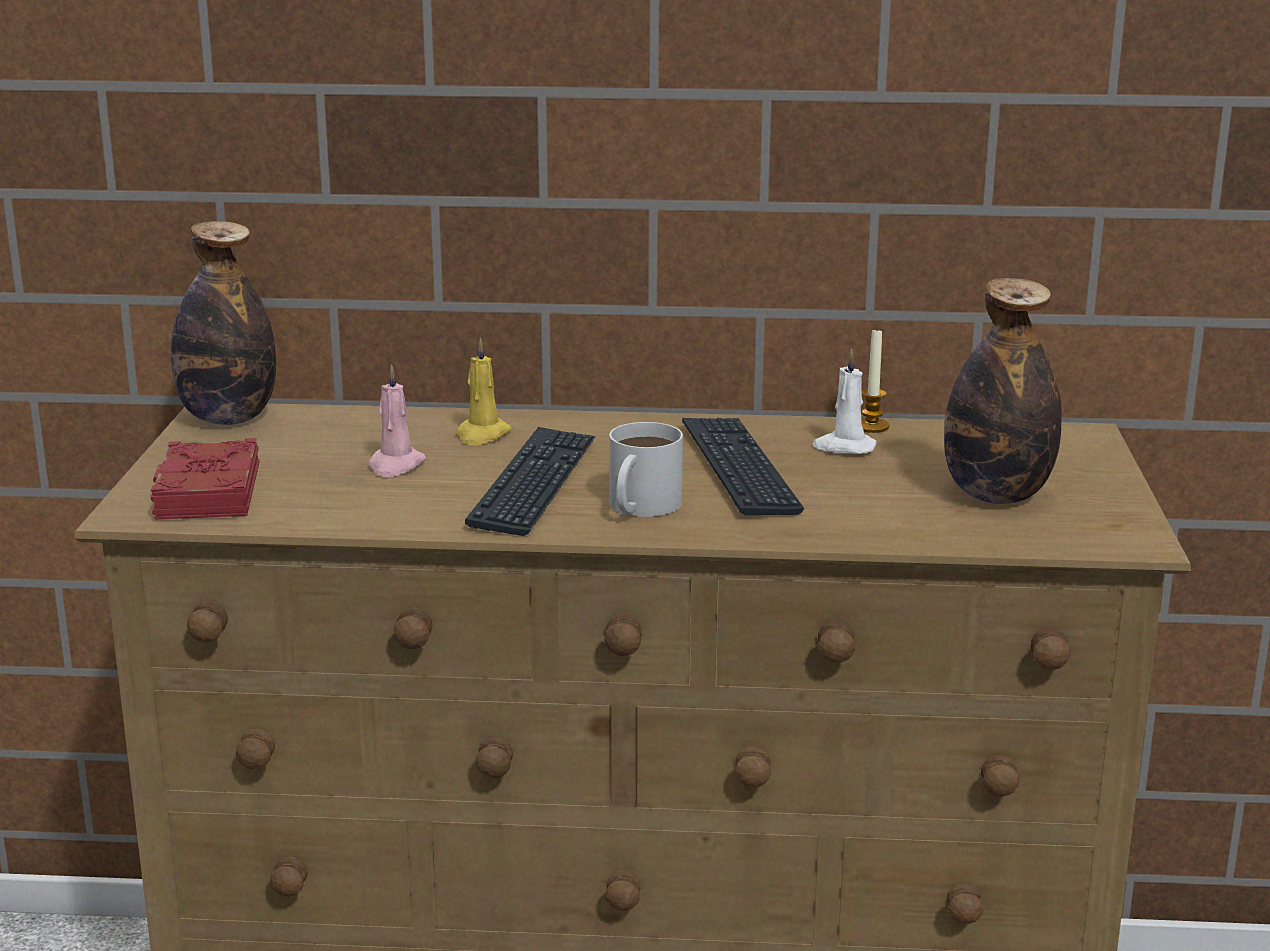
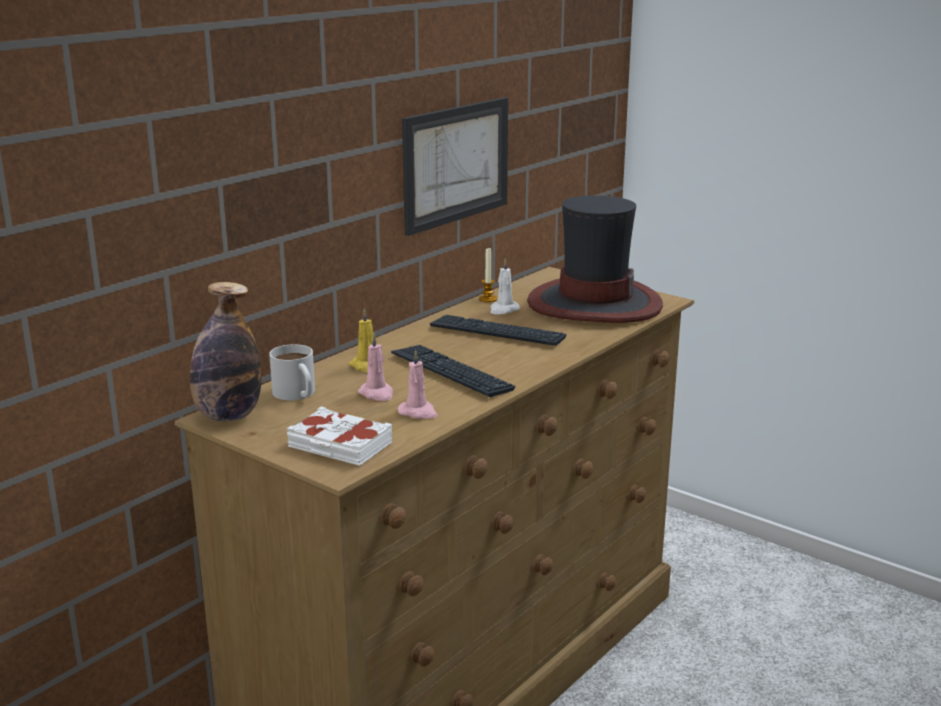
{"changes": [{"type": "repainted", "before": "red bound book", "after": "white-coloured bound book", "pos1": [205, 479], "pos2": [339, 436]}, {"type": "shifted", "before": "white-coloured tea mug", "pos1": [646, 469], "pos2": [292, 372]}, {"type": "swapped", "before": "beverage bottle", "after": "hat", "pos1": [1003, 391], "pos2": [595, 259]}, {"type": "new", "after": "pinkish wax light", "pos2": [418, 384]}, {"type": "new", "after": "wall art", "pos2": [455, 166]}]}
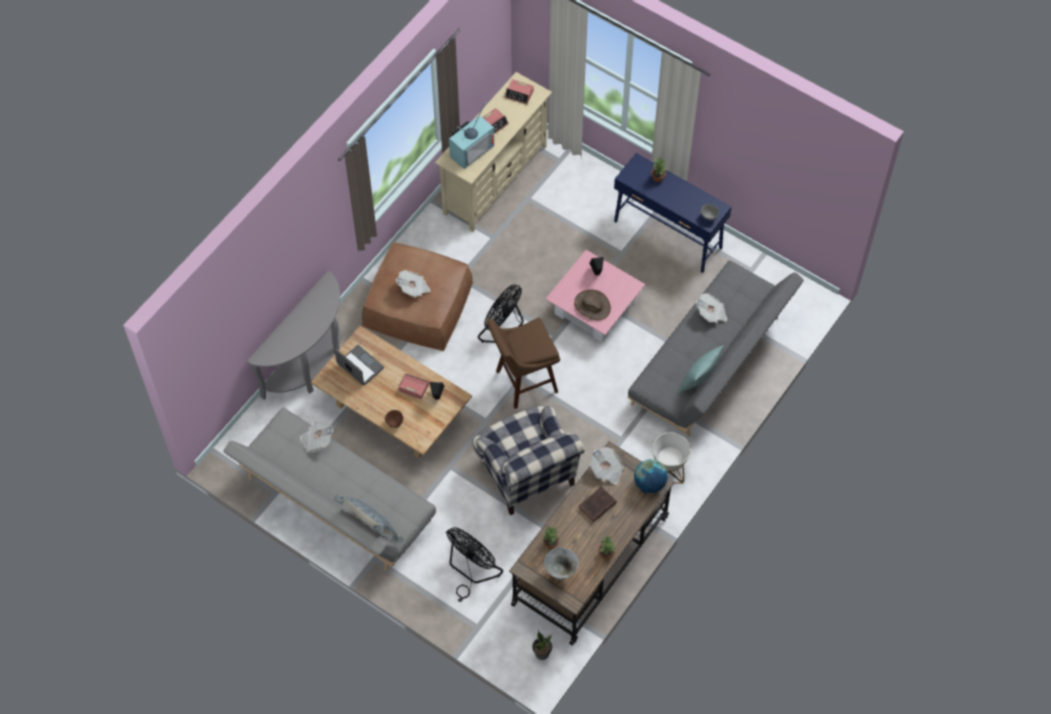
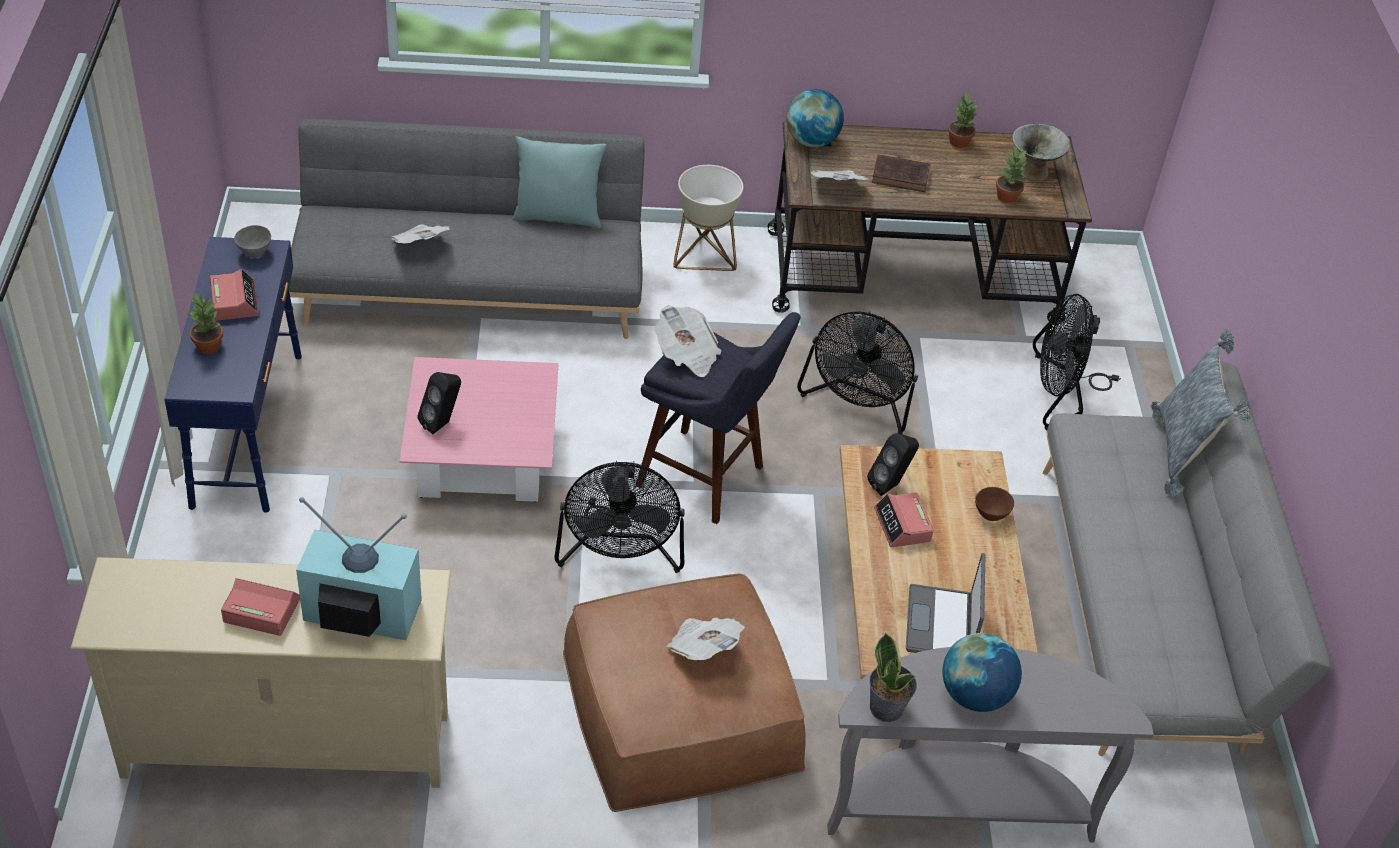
{"changes": [{"type": "shifted", "before": "daily paper", "pos1": [316, 436], "pos2": [688, 341]}, {"type": "swapped", "before": "armchair", "after": "blackish fan", "pos1": [528, 460], "pos2": [857, 373]}, {"type": "repainted", "before": "brown-coloured stool", "after": "bluish stool", "pos1": [523, 363], "pos2": [718, 418]}, {"type": "shifted", "before": "table clock", "pos1": [519, 92], "pos2": [234, 295]}, {"type": "shifted", "before": "houseplant", "pos1": [542, 644], "pos2": [893, 677]}, {"type": "gone", "before": "brown-coloured hat", "pos1": [592, 305]}, {"type": "new", "after": "desk globe", "pos2": [982, 672]}]}
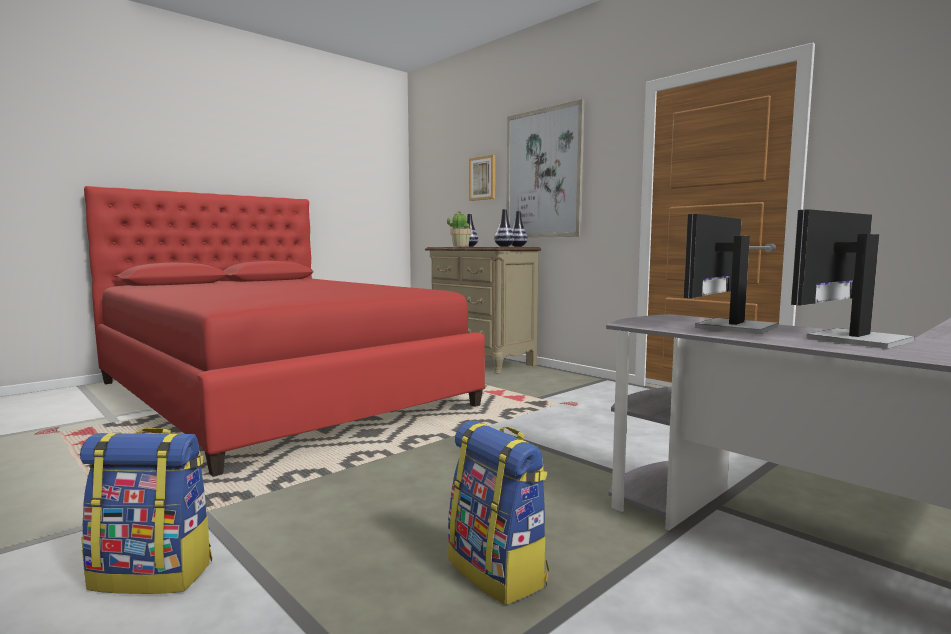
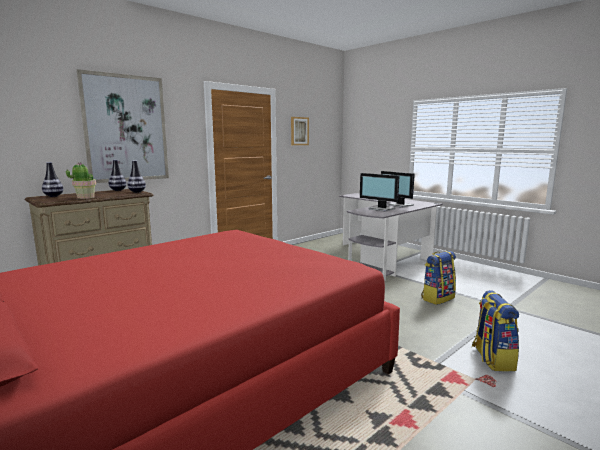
{"changes": [{"type": "shifted", "before": "wall art", "pos1": [482, 178], "pos2": [300, 131]}]}
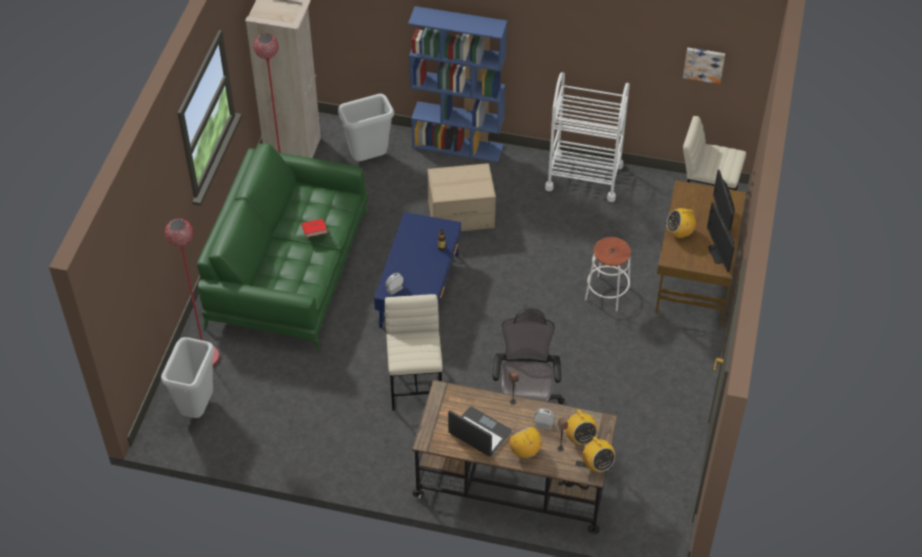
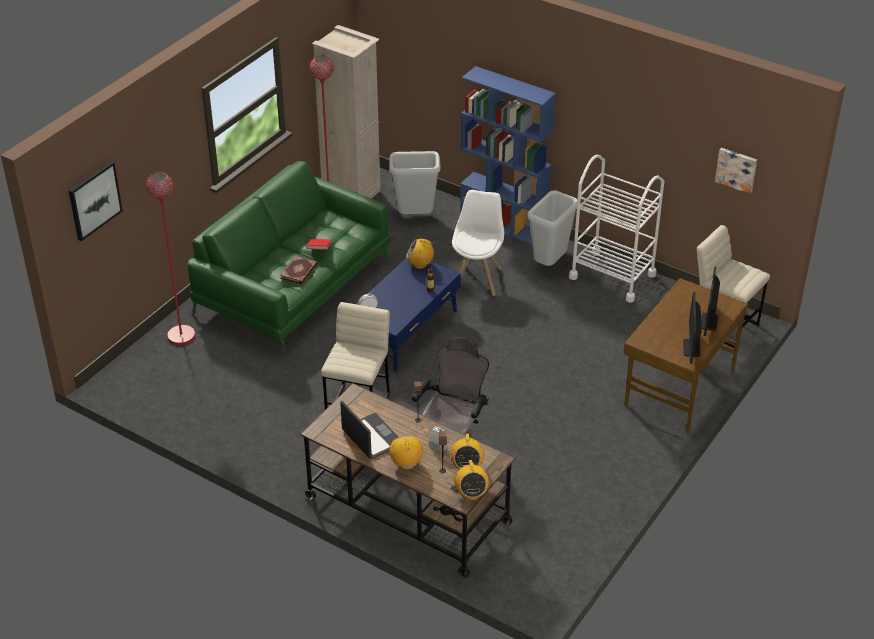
{"changes": [{"type": "shifted", "before": "grey trash can", "pos1": [188, 377], "pos2": [552, 228]}, {"type": "swapped", "before": "carton", "after": "white-coloured chair", "pos1": [462, 197], "pos2": [478, 243]}, {"type": "gone", "before": "white-coloured stool", "pos1": [608, 274]}, {"type": "shifted", "before": "radio", "pos1": [681, 222], "pos2": [420, 254]}, {"type": "new", "after": "wall art", "pos2": [95, 201]}, {"type": "new", "after": "bound book", "pos2": [298, 269]}]}
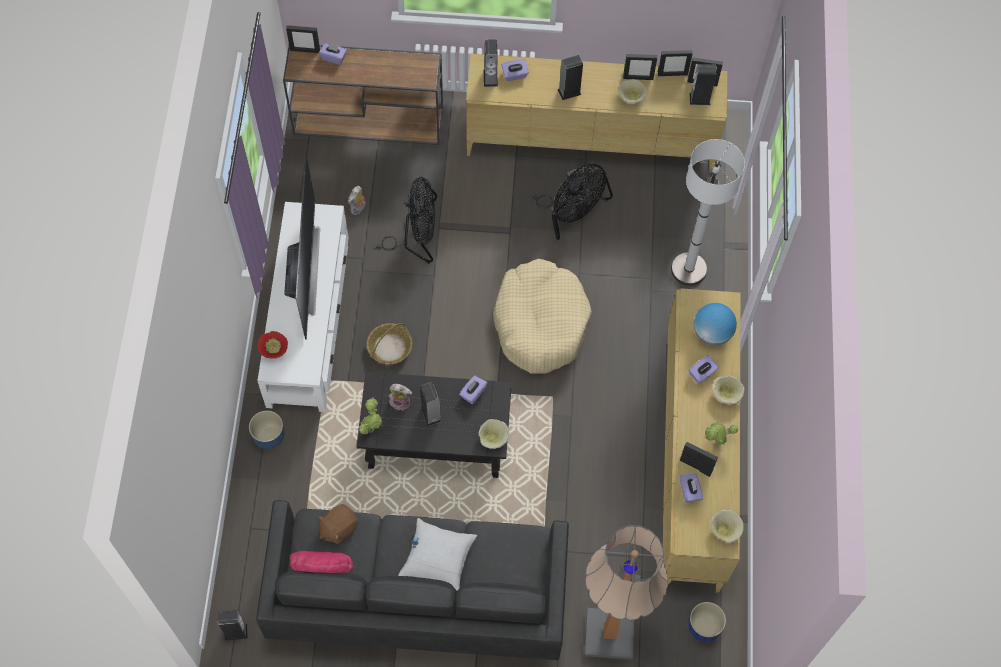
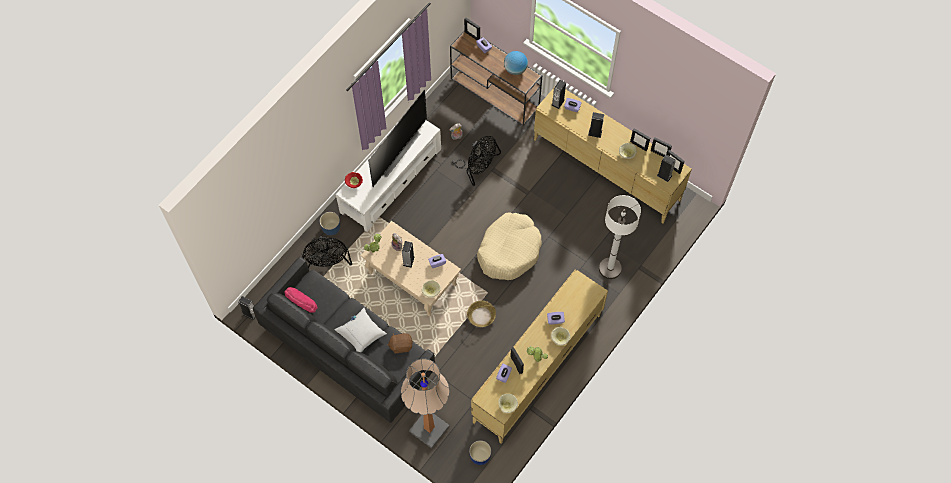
{"changes": [{"type": "shifted", "before": "brown-coloured plush toy", "pos1": [338, 524], "pos2": [400, 343]}, {"type": "repainted", "before": "blackish lounge table", "after": "beige lounge table", "pos1": [434, 425], "pos2": [411, 269]}, {"type": "shifted", "before": "basket", "pos1": [389, 344], "pos2": [481, 314]}, {"type": "shifted", "before": "blackish fan", "pos1": [572, 202], "pos2": [327, 252]}, {"type": "shifted", "before": "desk globe", "pos1": [715, 324], "pos2": [516, 63]}]}
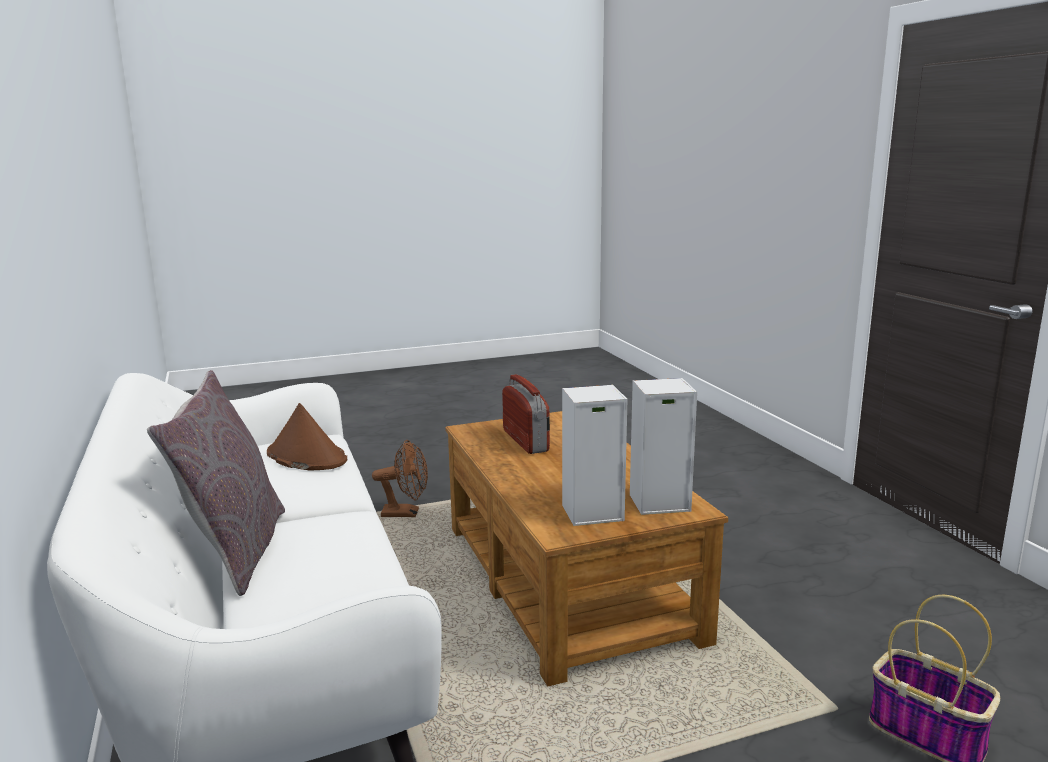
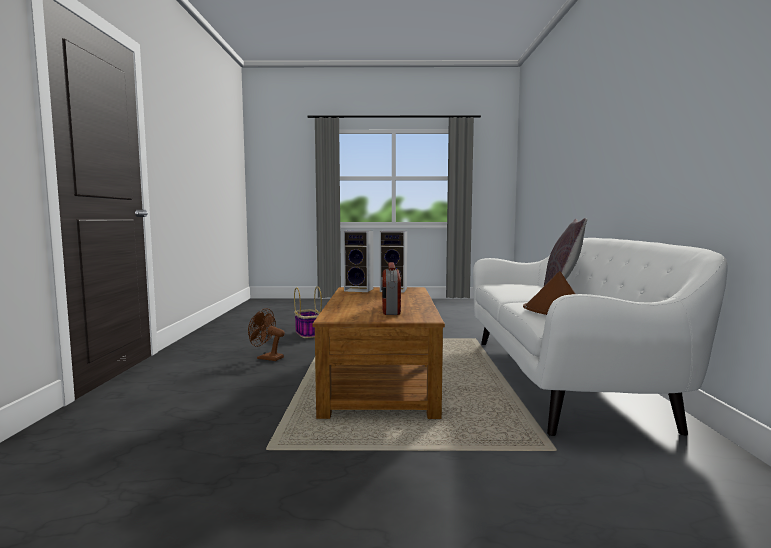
{"changes": [{"type": "shifted", "before": "brown-coloured fan", "pos1": [400, 478], "pos2": [266, 334]}]}
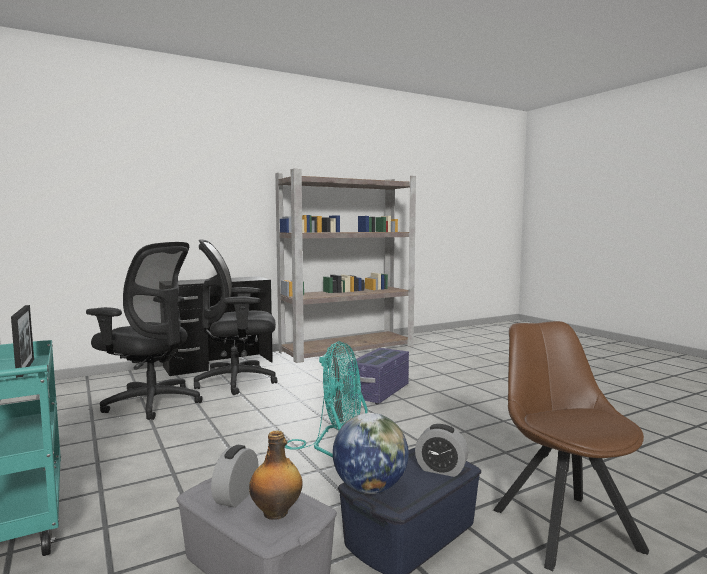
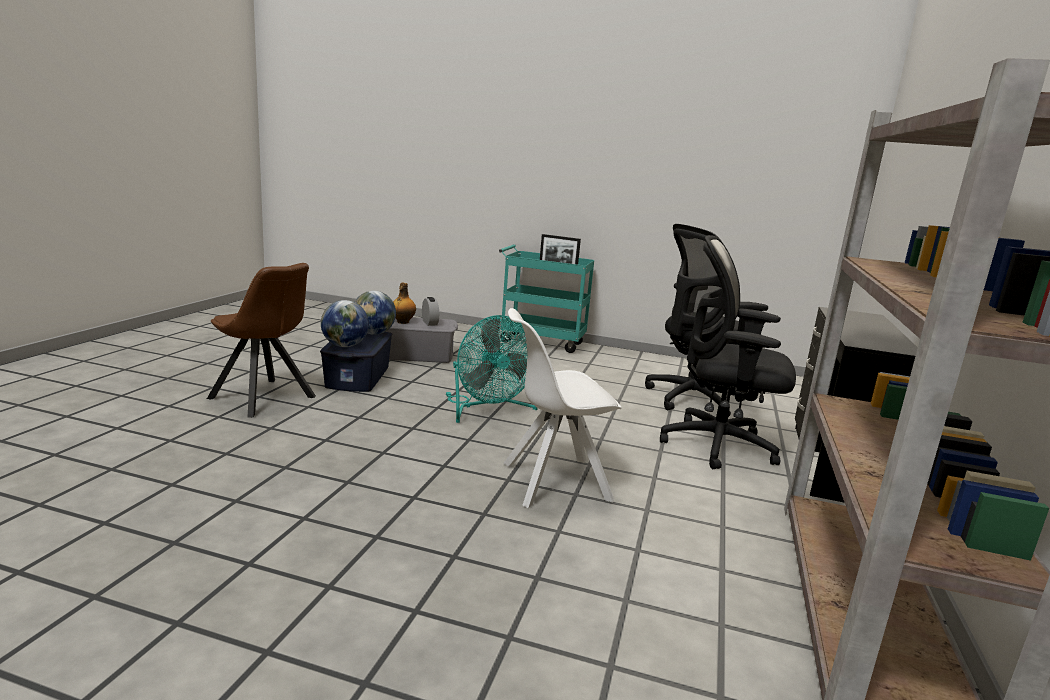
{"changes": [{"type": "rotated", "before": "blackish computer chair", "pos1": [236, 317], "pos2": [728, 352], "turn": -105}, {"type": "rotated", "before": "turquoise fan", "pos1": [326, 399], "pos2": [492, 369], "turn": -90}, {"type": "swapped", "before": "purple-coloured storage bin", "after": "white-coloured chair", "pos1": [378, 376], "pos2": [562, 408]}, {"type": "swapped", "before": "table clock", "after": "desk globe", "pos1": [441, 450], "pos2": [345, 323]}]}
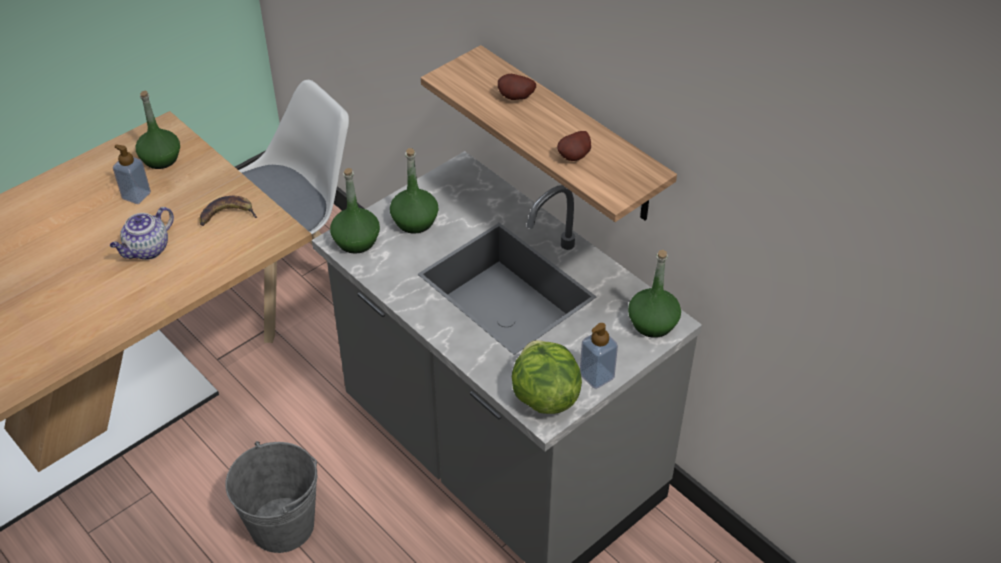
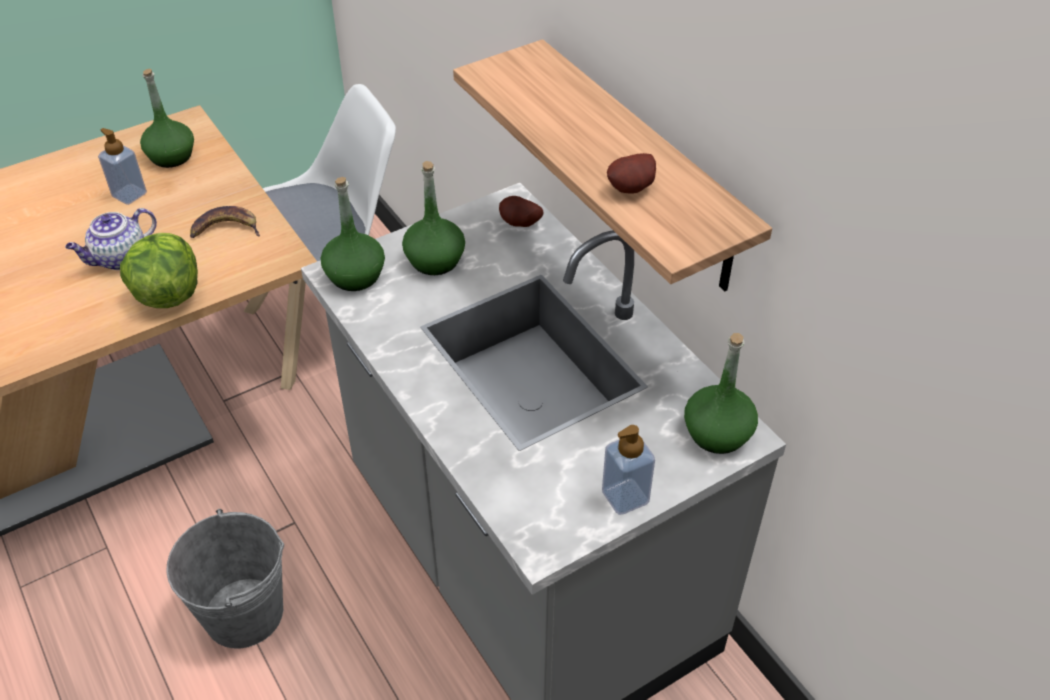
{"changes": [{"type": "shifted", "before": "potato", "pos1": [517, 87], "pos2": [521, 211]}, {"type": "shifted", "before": "lettuce", "pos1": [547, 377], "pos2": [159, 270]}]}
